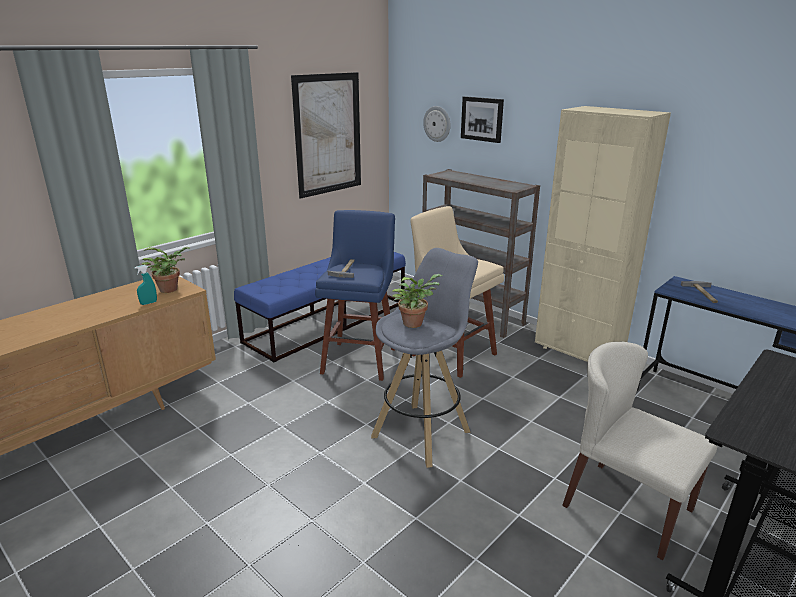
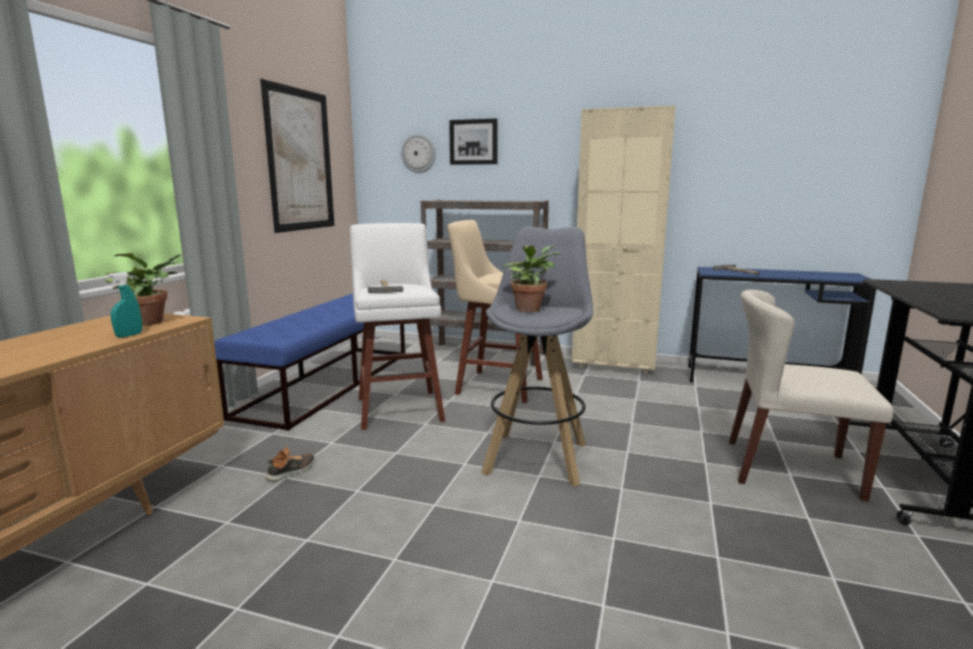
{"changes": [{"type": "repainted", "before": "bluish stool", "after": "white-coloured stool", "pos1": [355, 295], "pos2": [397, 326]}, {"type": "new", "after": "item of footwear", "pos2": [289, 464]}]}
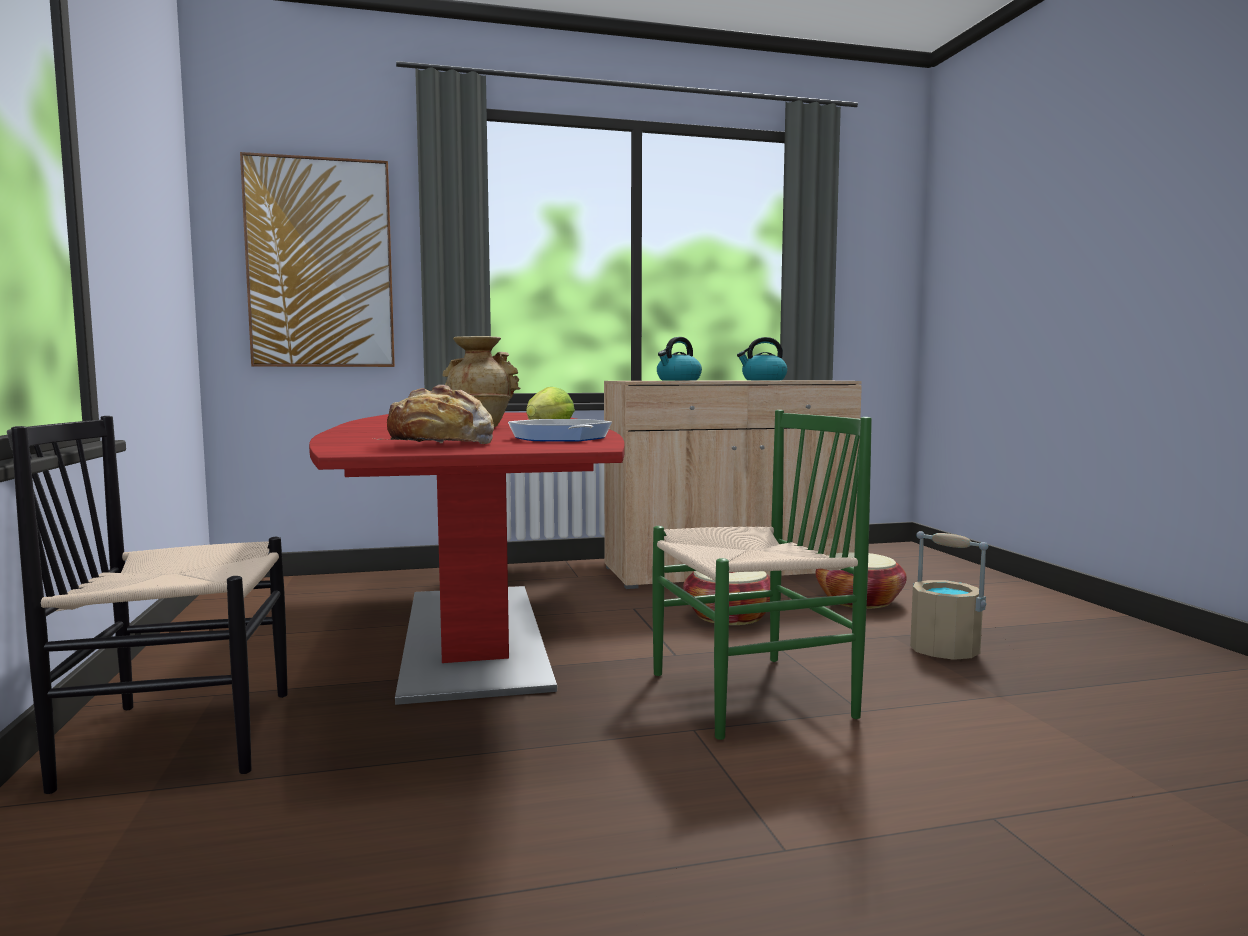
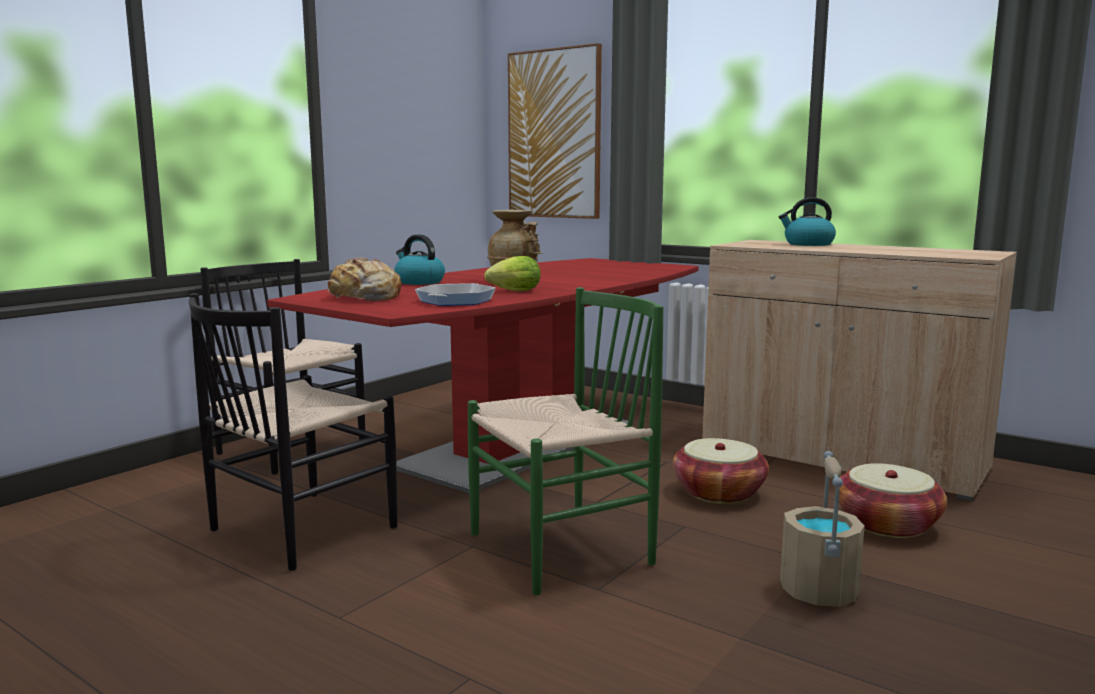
{"changes": [{"type": "rotated", "before": "greenish chair", "pos1": [762, 575], "pos2": [566, 441], "turn": -60}, {"type": "shifted", "before": "water kettle", "pos1": [762, 358], "pos2": [420, 259]}, {"type": "new", "after": "blackish chair", "pos2": [292, 432]}]}
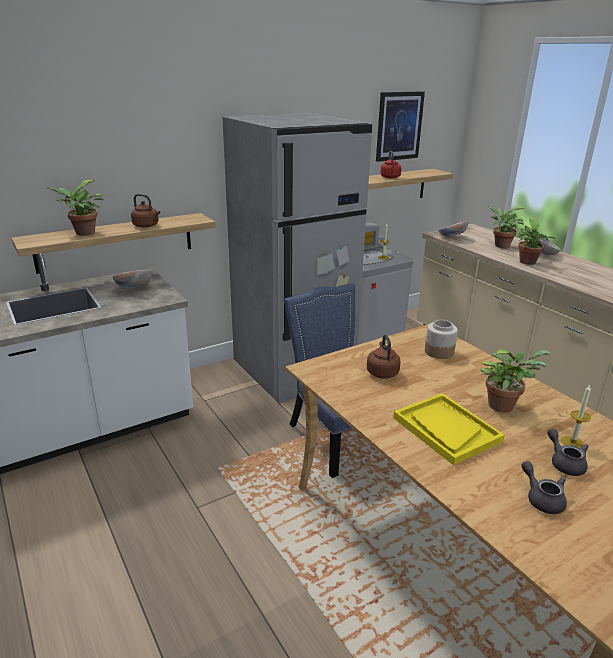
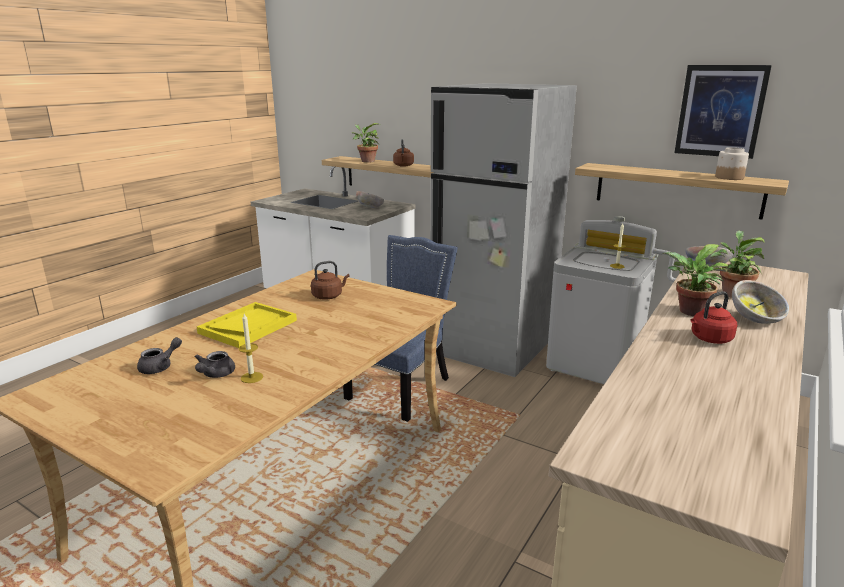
{"changes": [{"type": "shifted", "before": "red water kettle", "pos1": [391, 165], "pos2": [713, 317]}, {"type": "shifted", "before": "storage jar", "pos1": [441, 339], "pos2": [732, 163]}, {"type": "gone", "before": "houseplant", "pos1": [515, 381]}, {"type": "rotated", "before": "grey tea pot", "pos1": [568, 452], "pos2": [215, 364], "turn": 150}]}
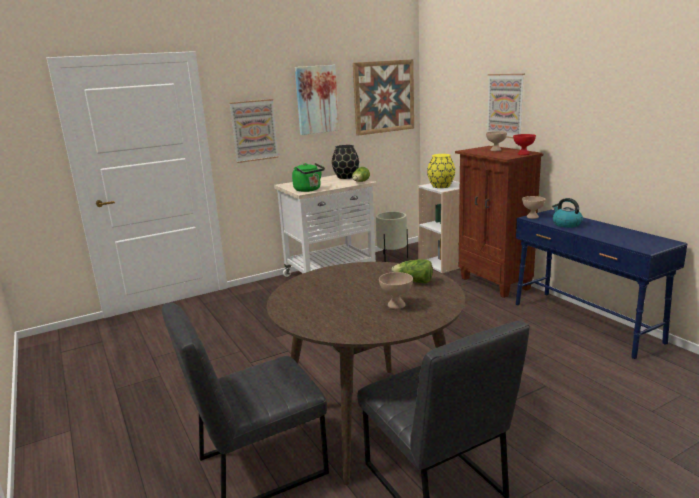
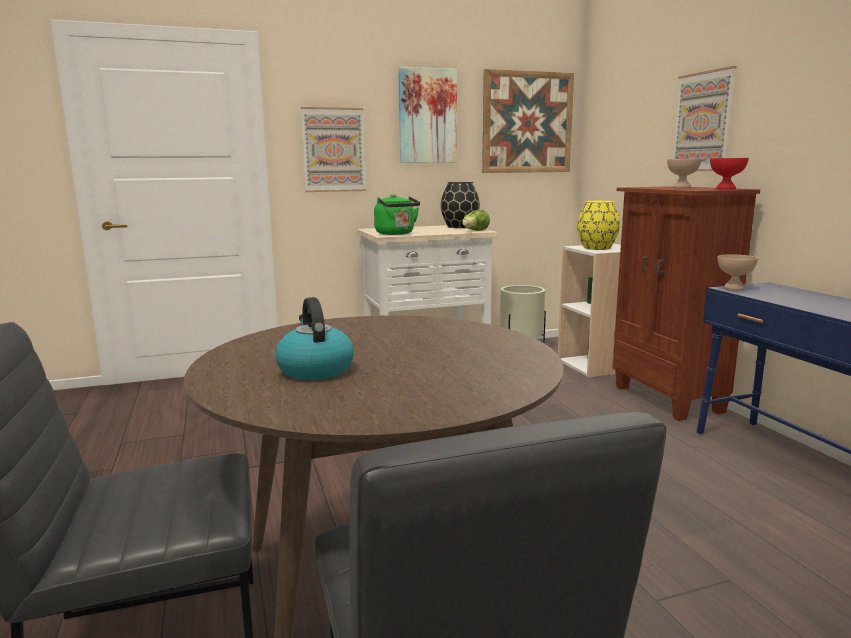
{"changes": [{"type": "gone", "before": "beige serving bowl", "pos1": [396, 290]}, {"type": "gone", "before": "lettuce", "pos1": [412, 271]}, {"type": "shifted", "before": "water kettle", "pos1": [567, 213], "pos2": [314, 338]}]}
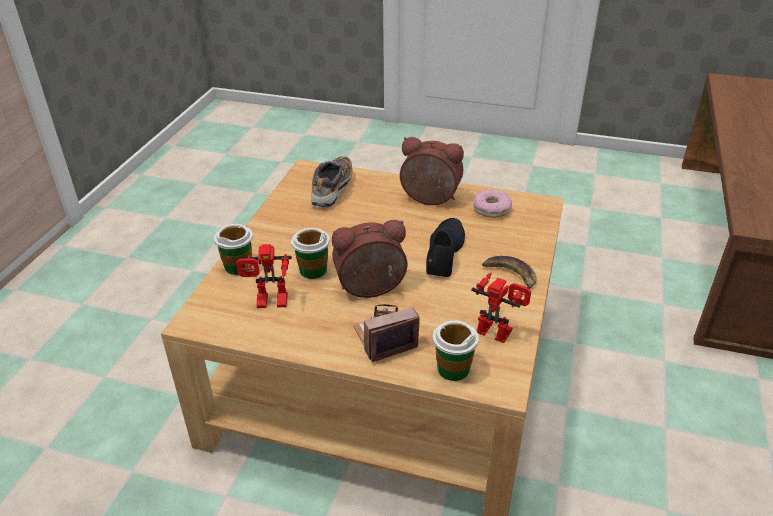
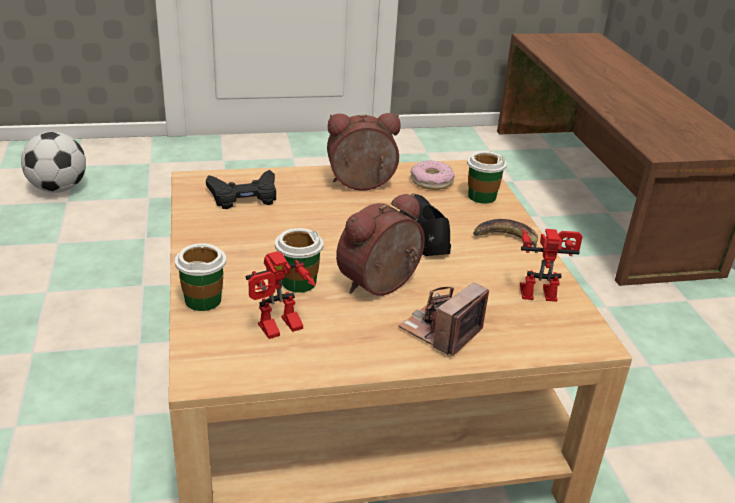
{"changes": [{"type": "swapped", "before": "item of footwear", "after": "blackish joypad", "pos1": [332, 182], "pos2": [241, 189]}, {"type": "shifted", "before": "cup", "pos1": [456, 350], "pos2": [487, 177]}, {"type": "new", "after": "football", "pos2": [53, 162]}]}
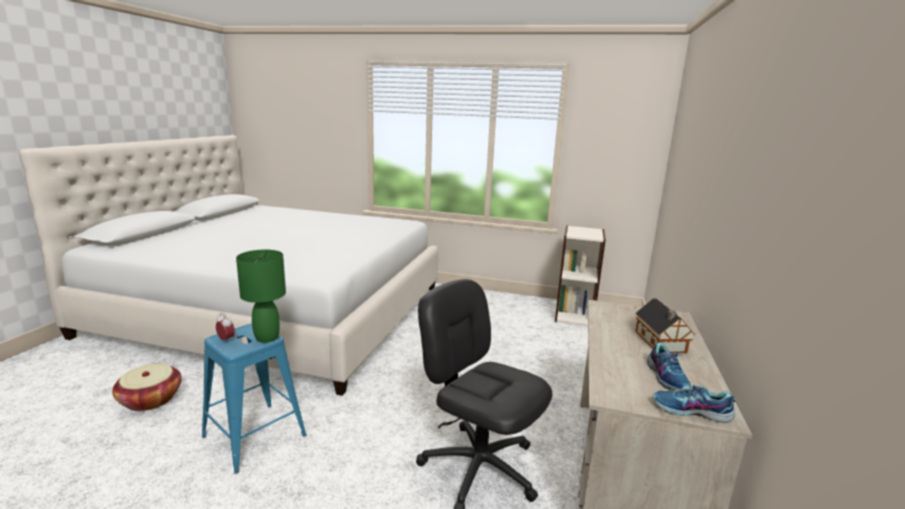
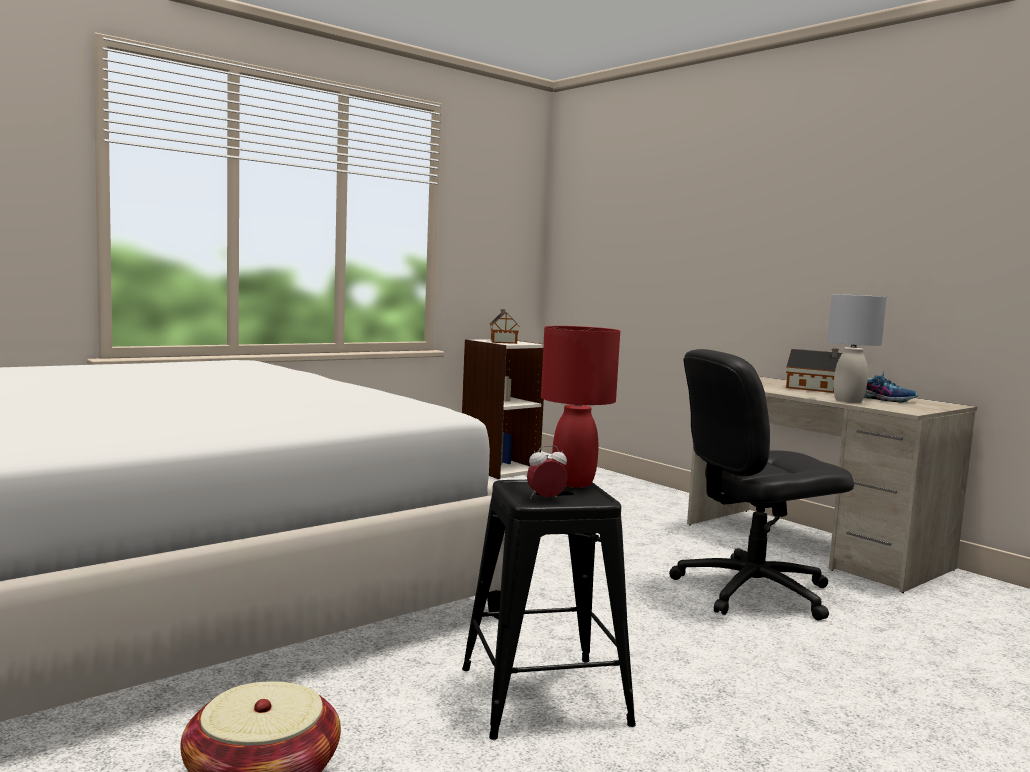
{"changes": [{"type": "repainted", "before": "bluish stool", "after": "blackish stool", "pos1": [254, 398], "pos2": [549, 610]}, {"type": "repainted", "before": "greenish tabletop lamp", "after": "red tabletop lamp", "pos1": [261, 296], "pos2": [580, 407]}, {"type": "gone", "before": "item of footwear", "pos1": [695, 404]}, {"type": "new", "after": "miniature house", "pos2": [504, 326]}, {"type": "new", "after": "grey tabletop lamp", "pos2": [857, 348]}]}
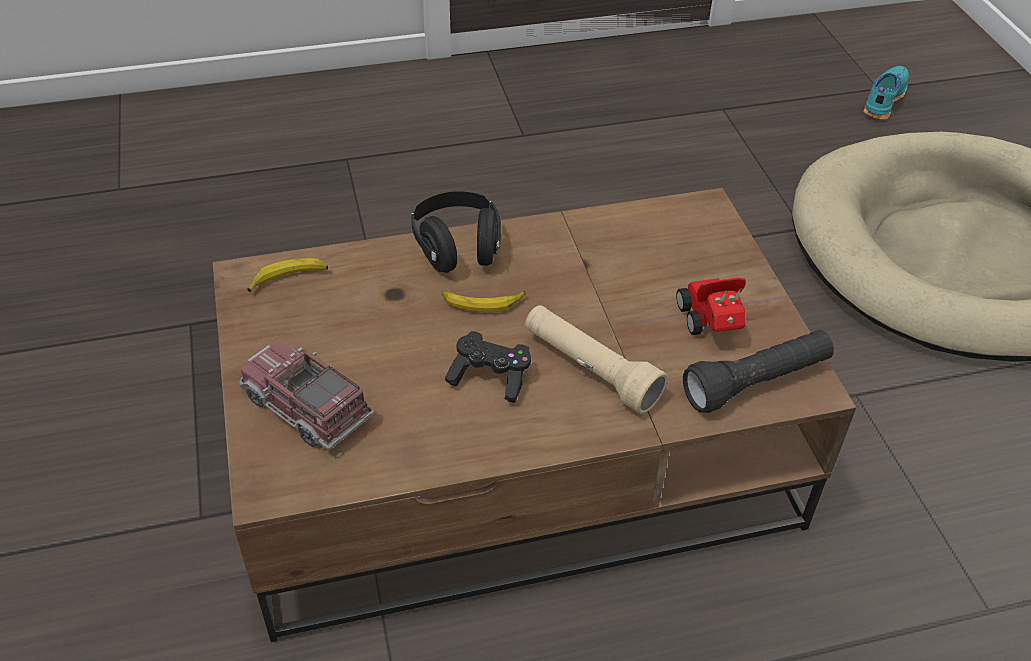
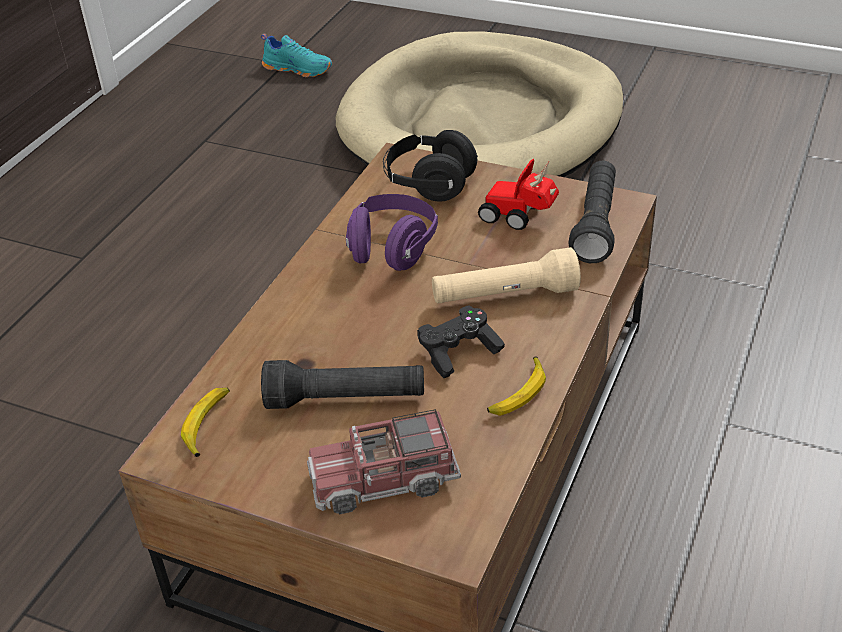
{"changes": [{"type": "shifted", "before": "blackish pair of headphones", "pos1": [456, 232], "pos2": [430, 166]}, {"type": "shifted", "before": "whole banana", "pos1": [484, 301], "pos2": [516, 386]}, {"type": "rotated", "before": "turquoise item of footwear", "pos1": [886, 93], "pos2": [296, 55], "turn": 135}, {"type": "new", "after": "blackish hand torch", "pos2": [342, 384]}, {"type": "new", "after": "purple-coloured pair of headphones", "pos2": [392, 232]}]}
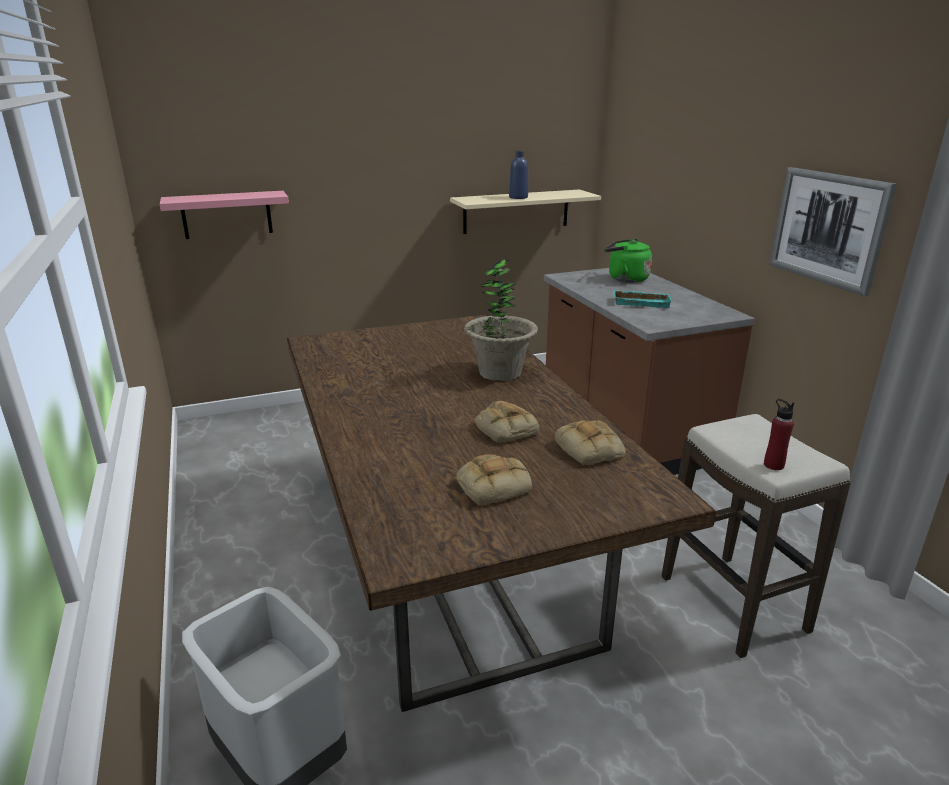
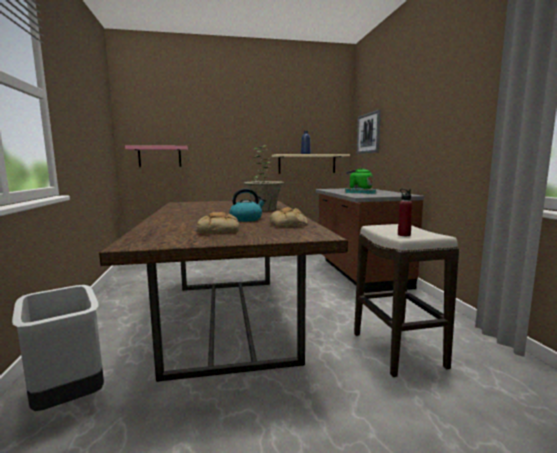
{"changes": [{"type": "swapped", "before": "baked bread", "after": "water kettle", "pos1": [507, 422], "pos2": [247, 205]}, {"type": "shifted", "before": "wall art", "pos1": [833, 231], "pos2": [369, 131]}]}
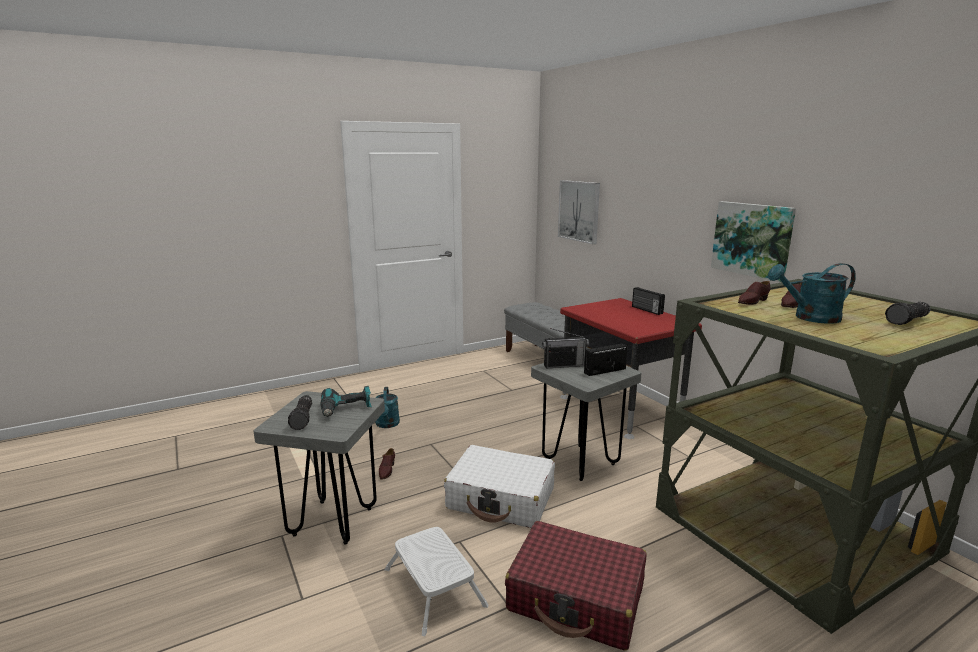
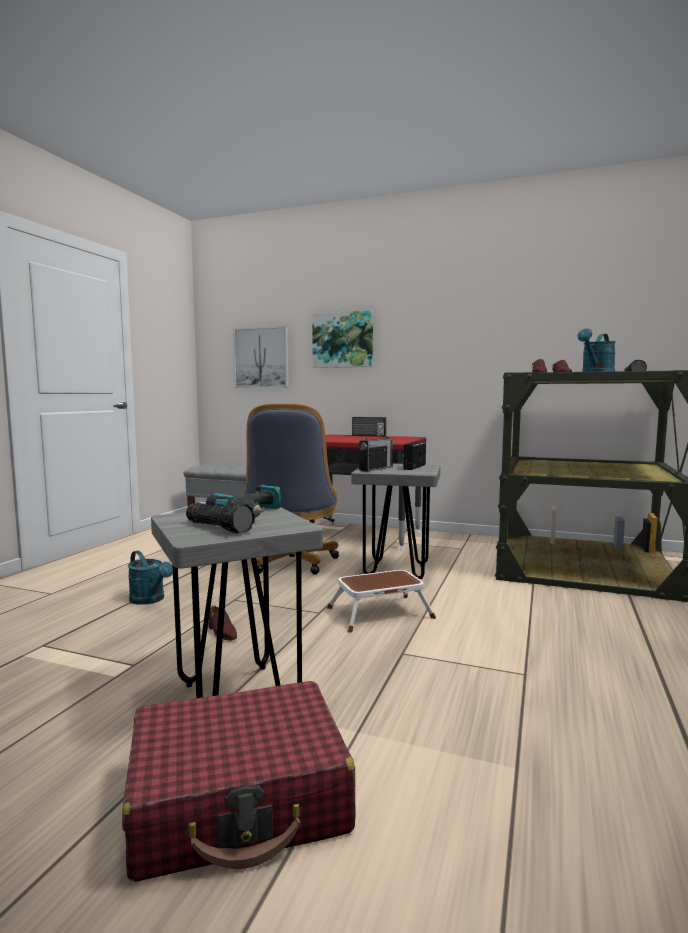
{"changes": [{"type": "gone", "before": "white-coloured step ladder", "pos1": [436, 582]}, {"type": "swapped", "before": "white-coloured travel case", "after": "brown-coloured step ladder", "pos1": [499, 486], "pos2": [381, 601]}, {"type": "shifted", "before": "red travel case", "pos1": [576, 586], "pos2": [239, 781]}, {"type": "shifted", "before": "wall art", "pos1": [753, 241], "pos2": [342, 339]}, {"type": "new", "after": "bluish computer chair", "pos2": [292, 489]}]}
